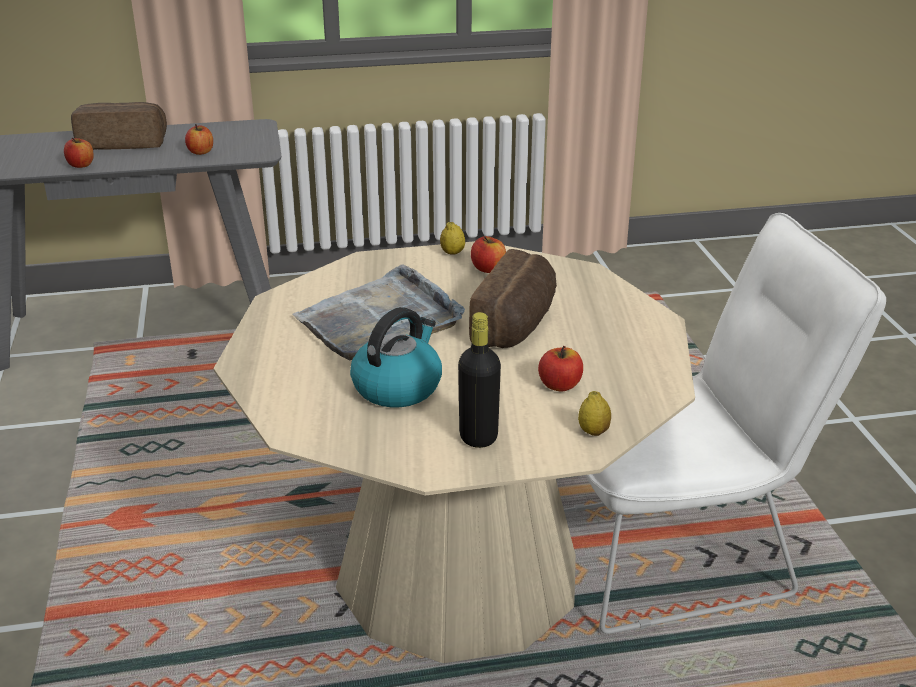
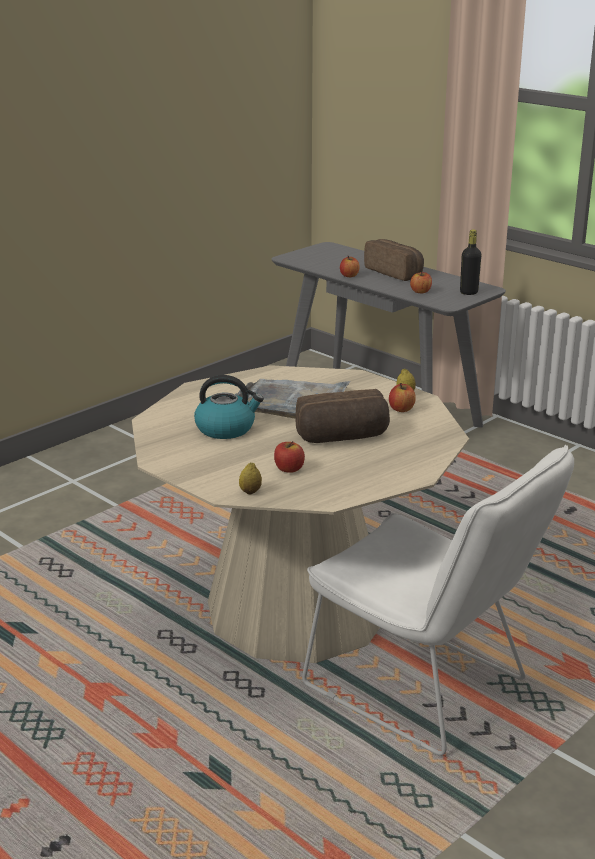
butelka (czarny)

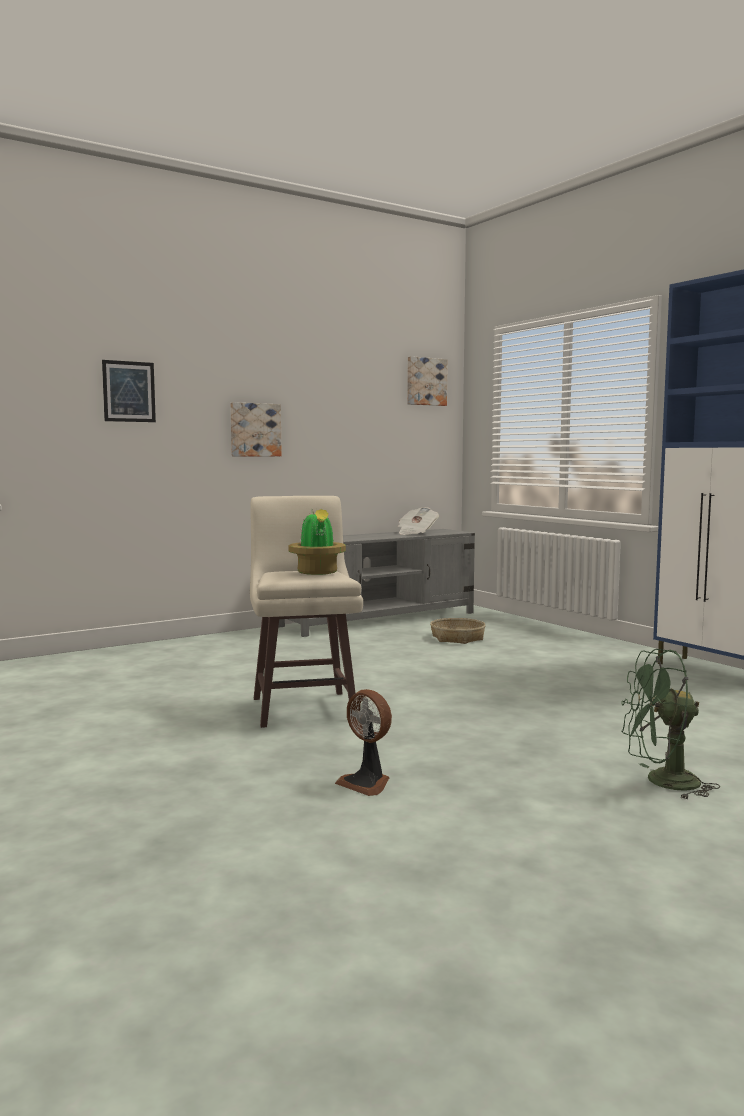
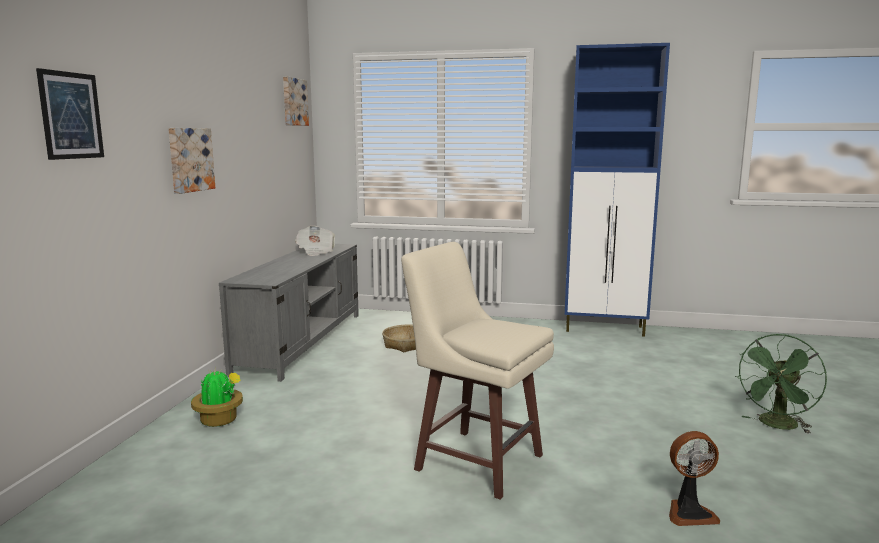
roślina doniczkowa

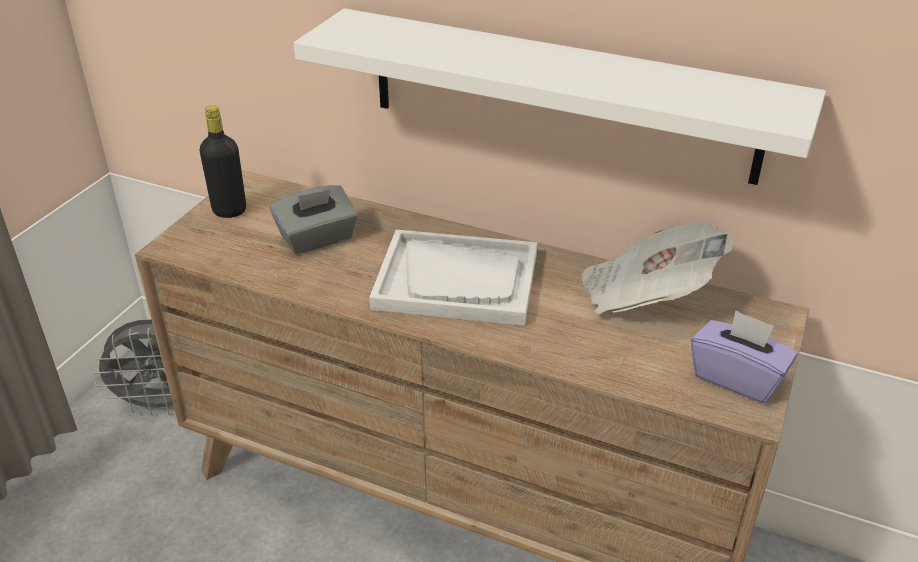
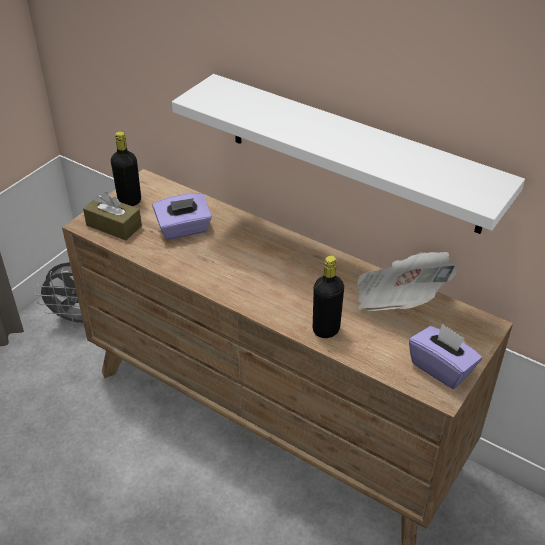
pudełko chusteczek (brązowy); pudełko chusteczek (fioletowy) (1st from left); butelka (czarny) (2nd from left); taca (biały)

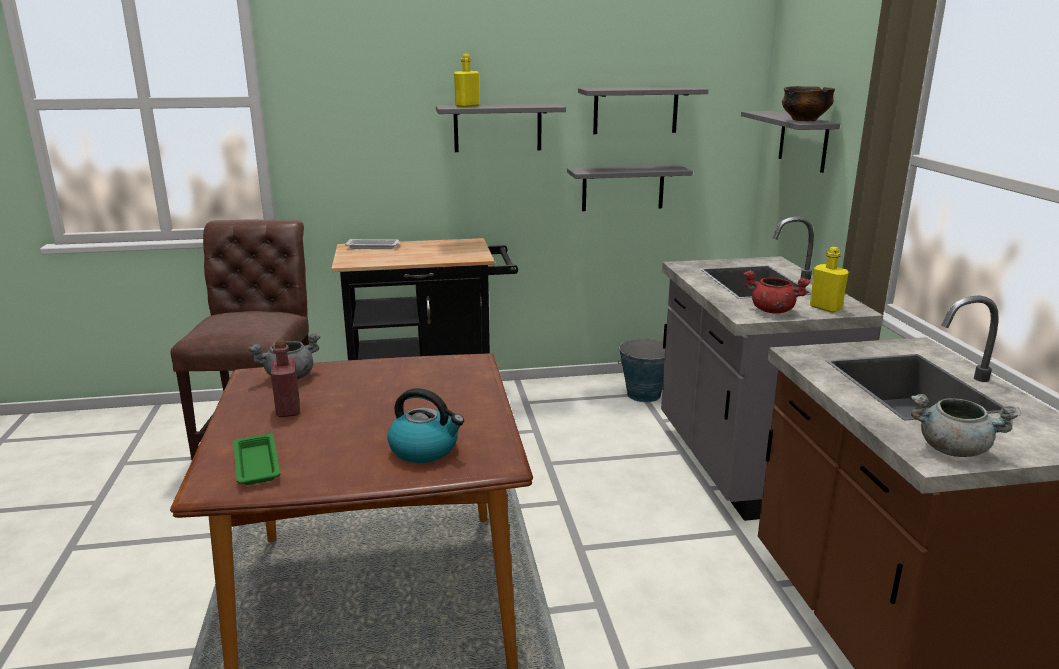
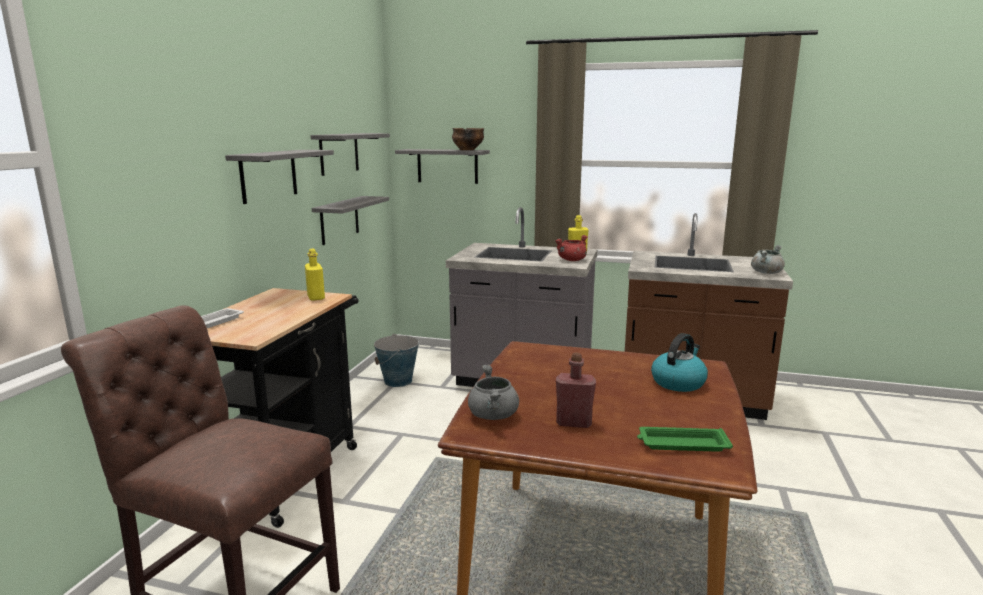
butelka (żółty) (1st from left)

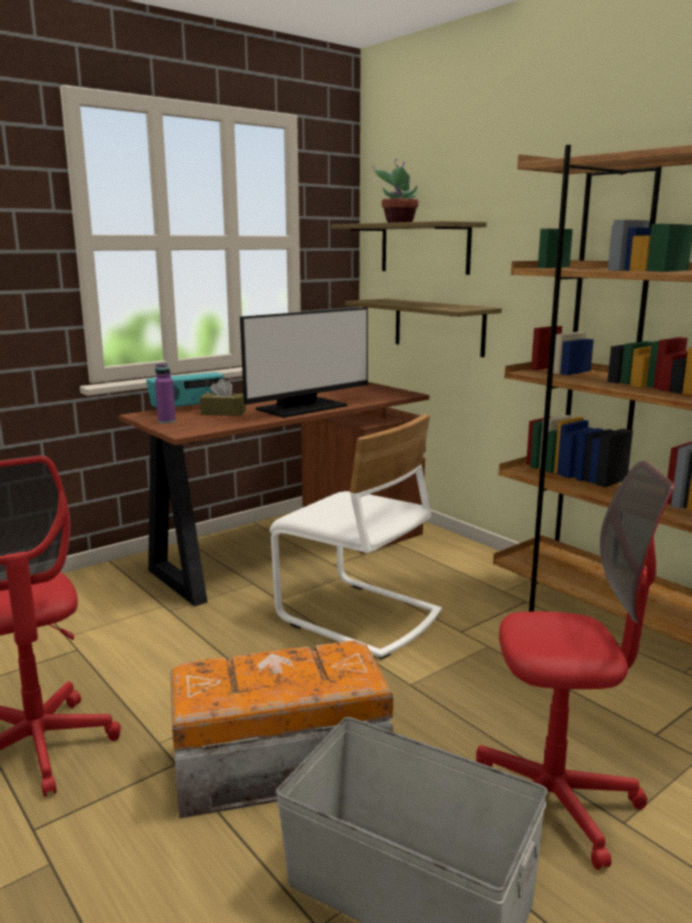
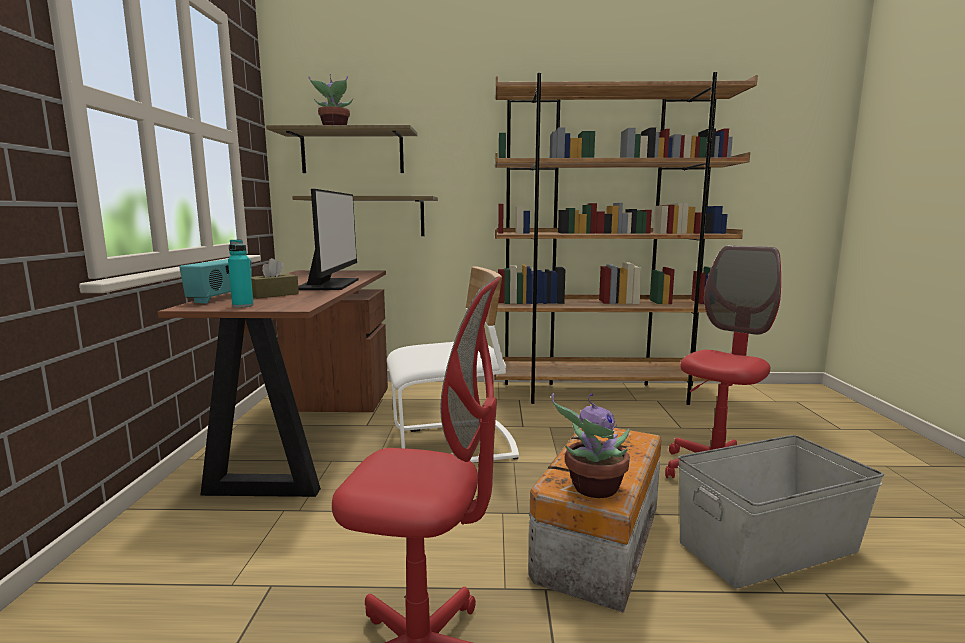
butelka (turkusowy); roślina doniczkowa (2nd from left)

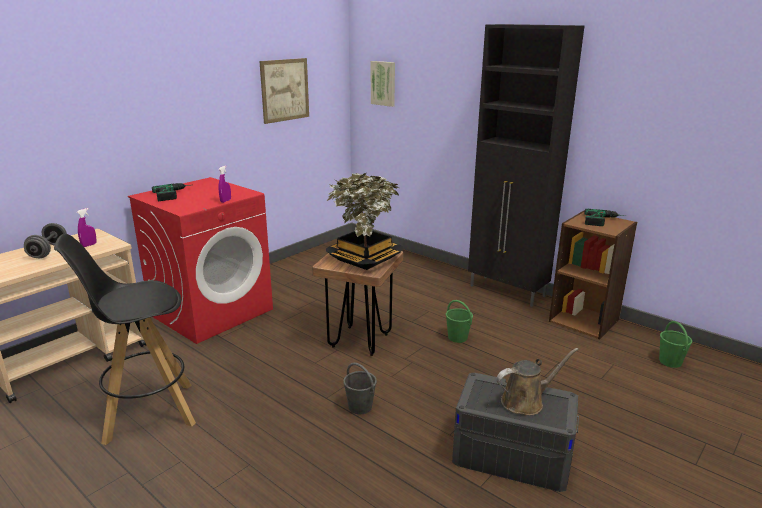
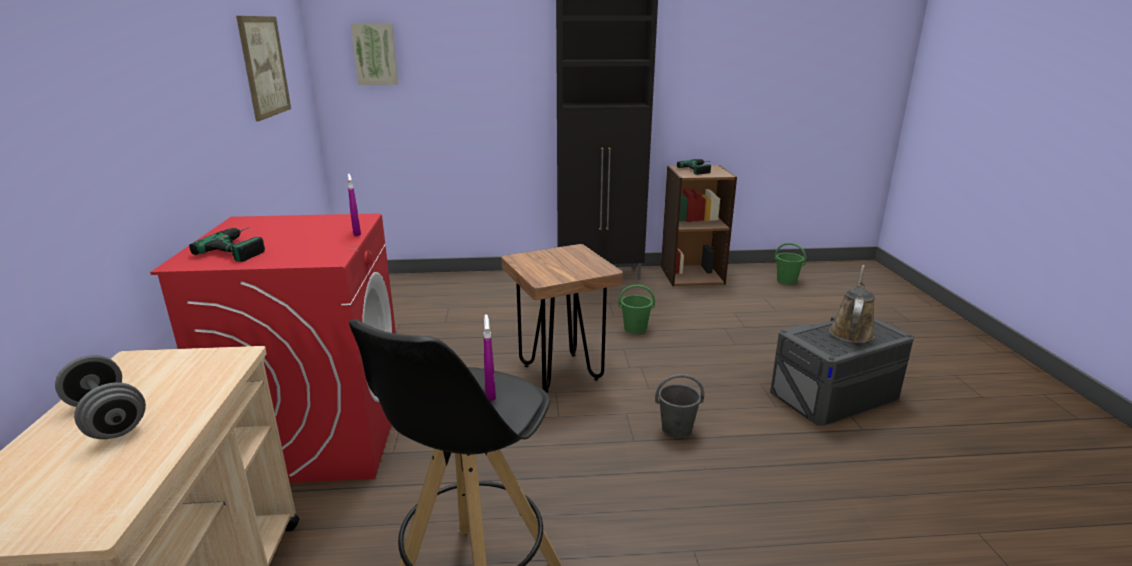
spryskiwacz (fioletowy) (2nd from left); roślina doniczkowa

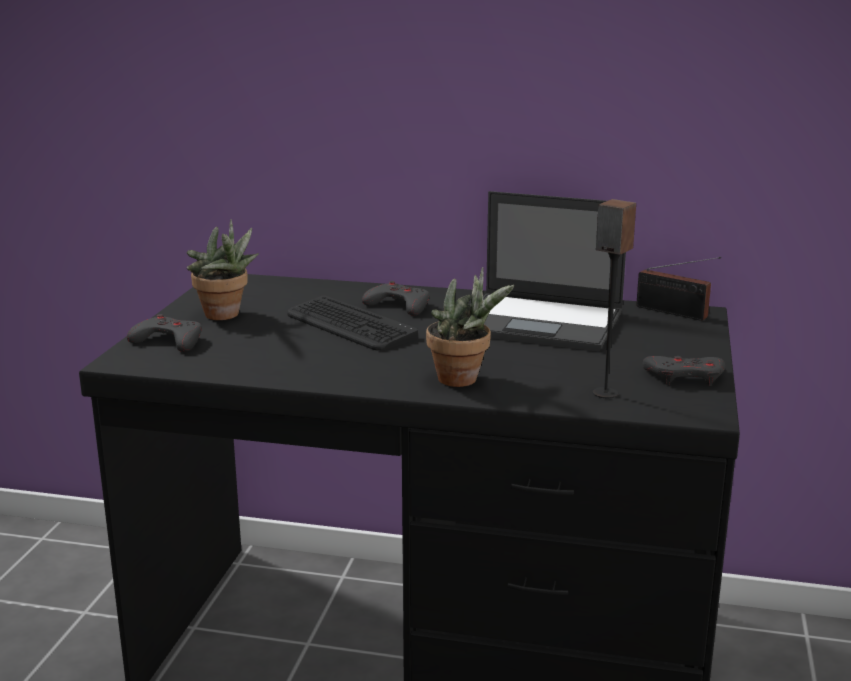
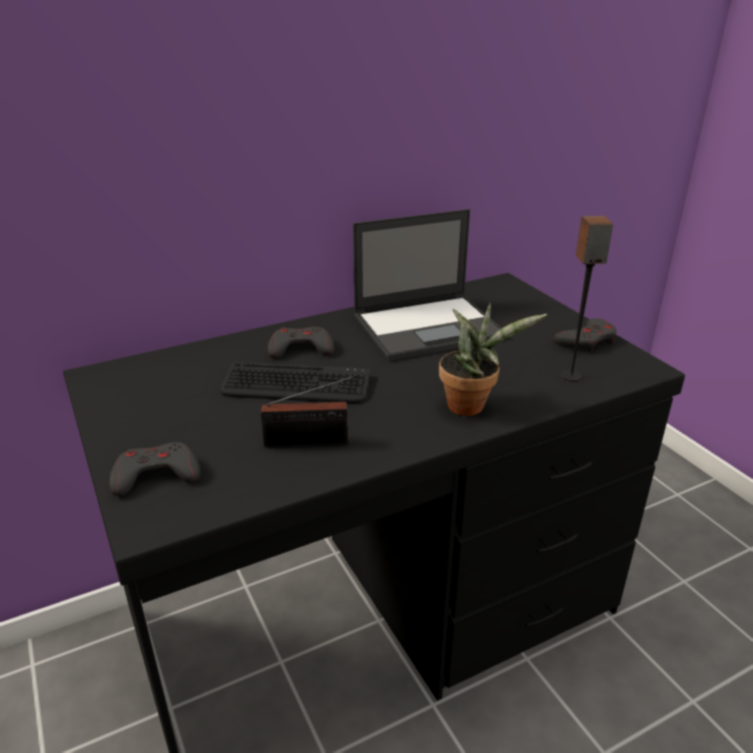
radio; roślina doniczkowa (1st from left in the first image)

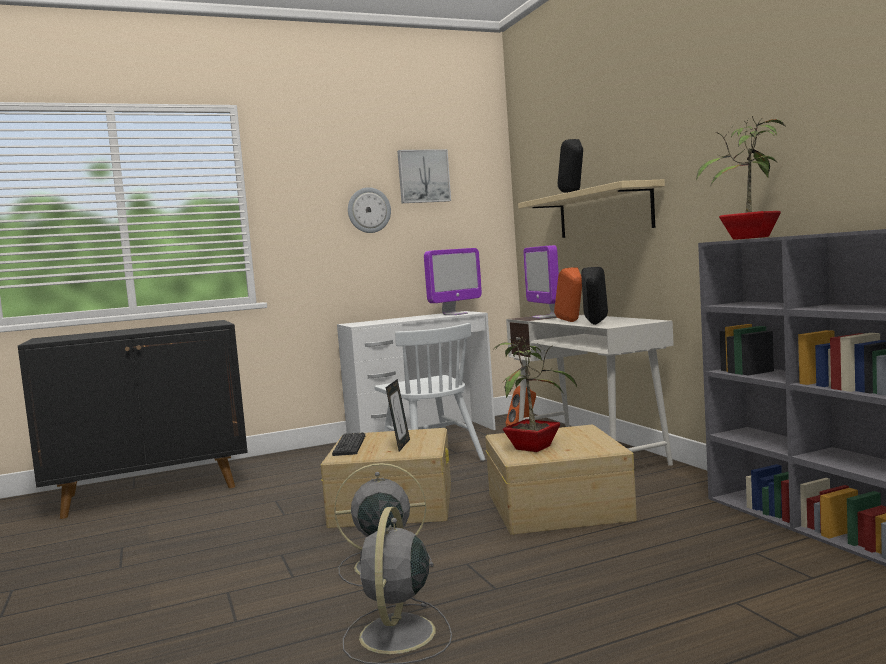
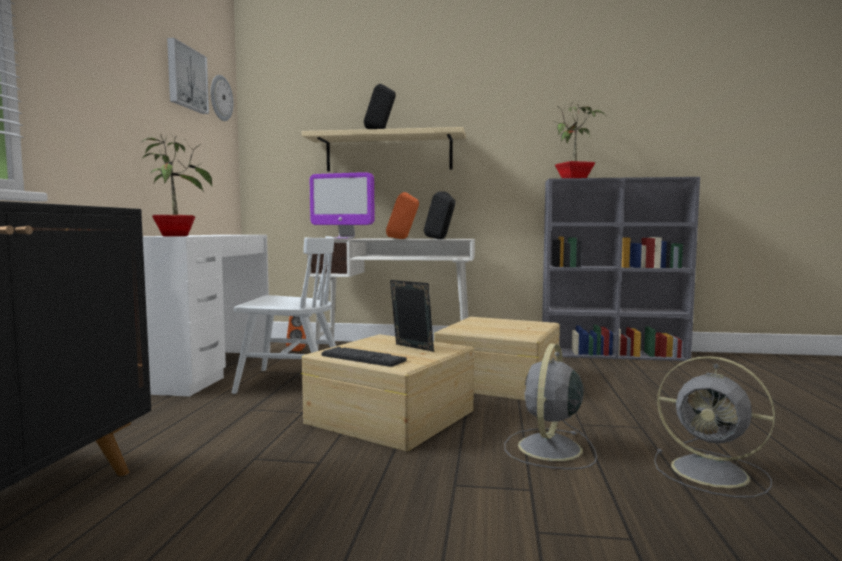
roślina doniczkowa (1st from left); zegar ścienny; monitor (1st from left in the first image)

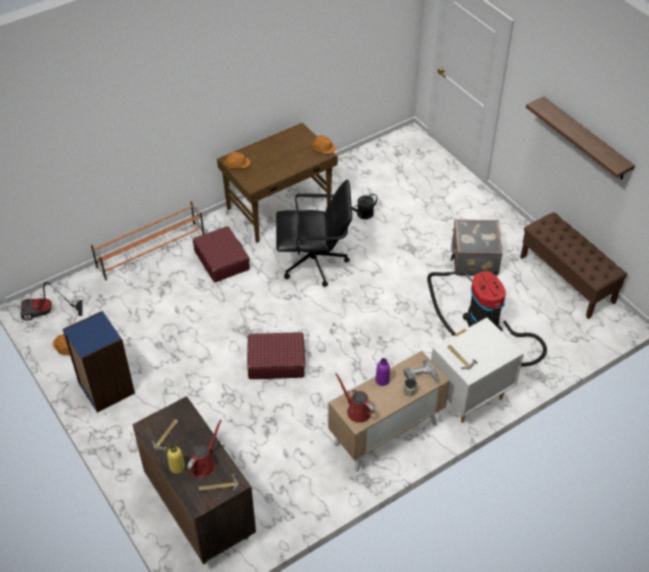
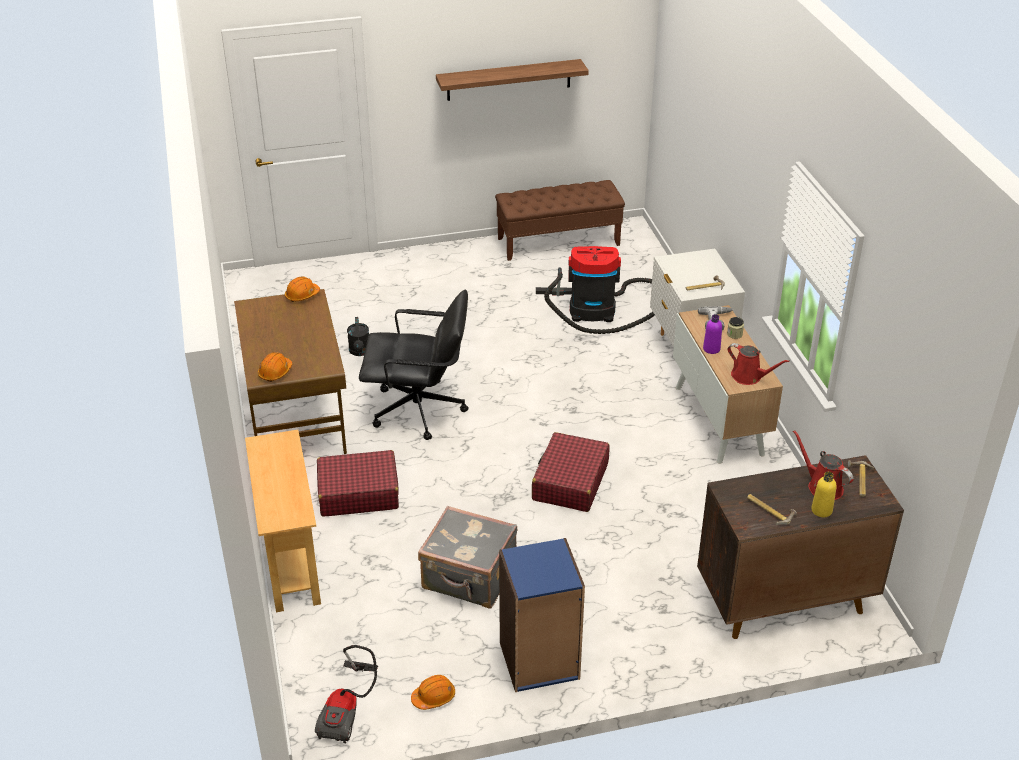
stolik konsolowy (beżowy); krzesło biurowe (czarny); walizka (szary); konewka (czerwony) (1st from left)

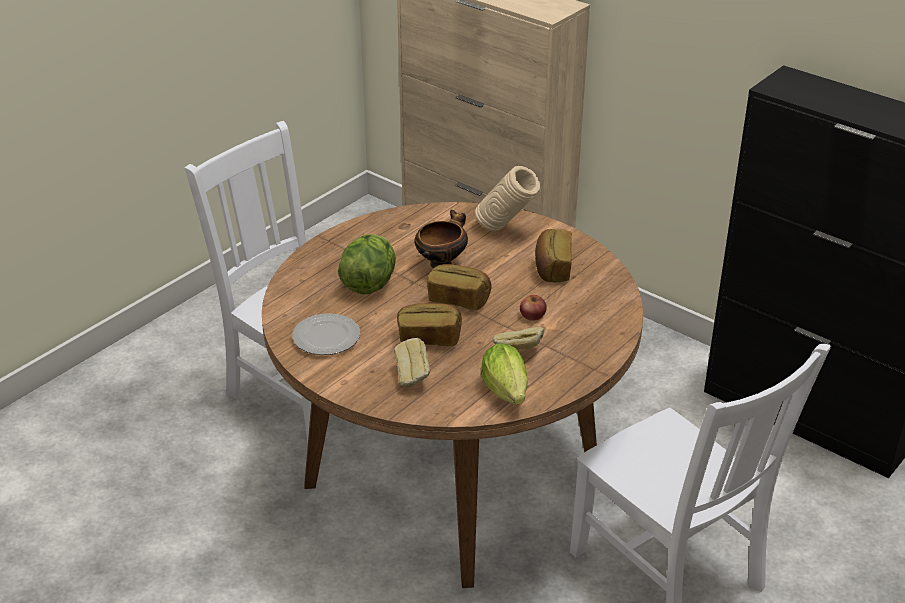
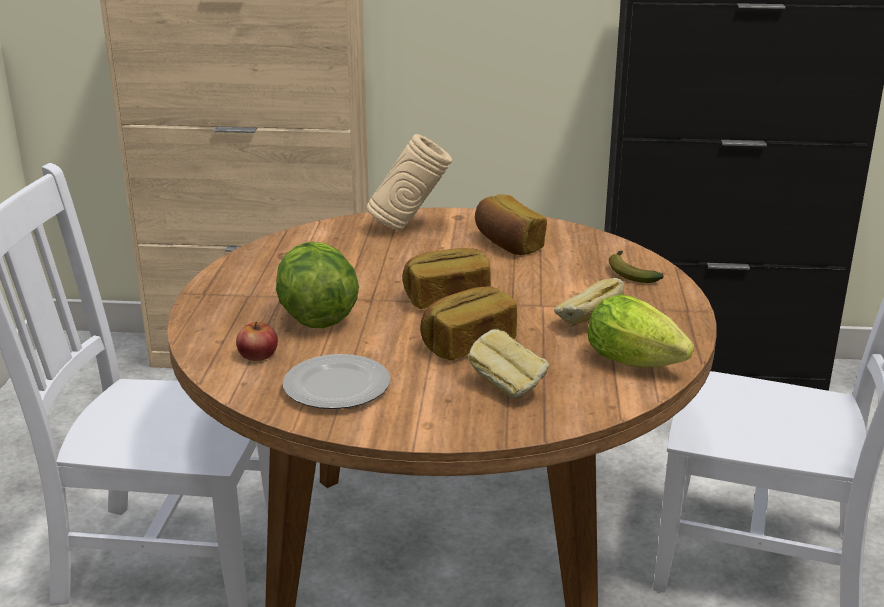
jabłko; banan; miska

